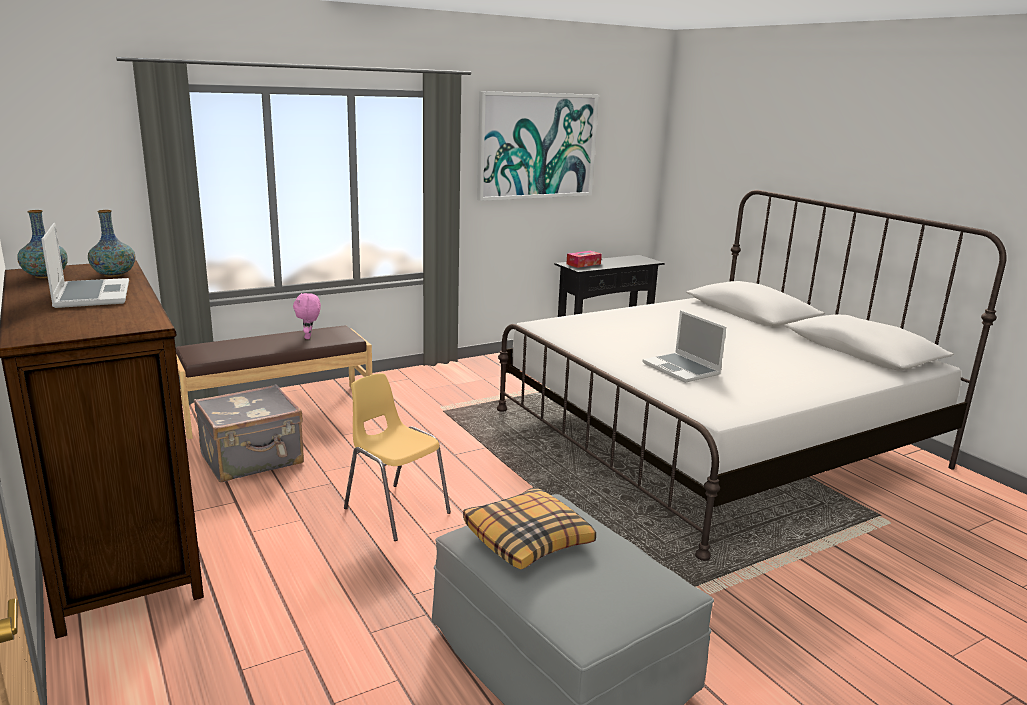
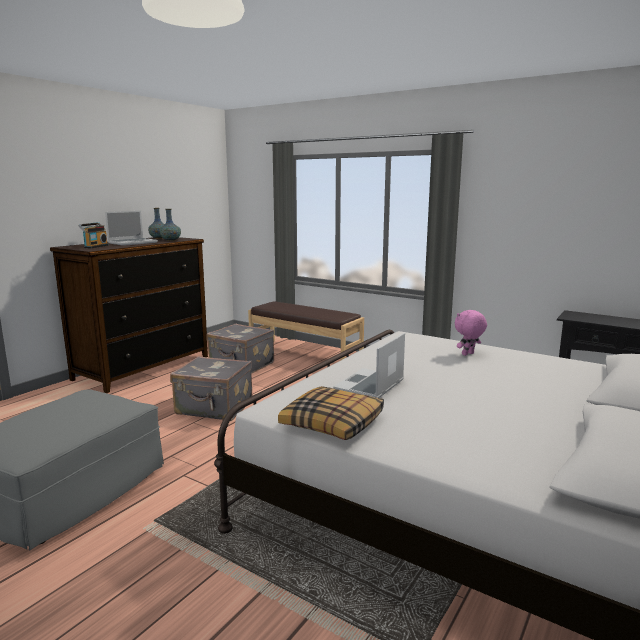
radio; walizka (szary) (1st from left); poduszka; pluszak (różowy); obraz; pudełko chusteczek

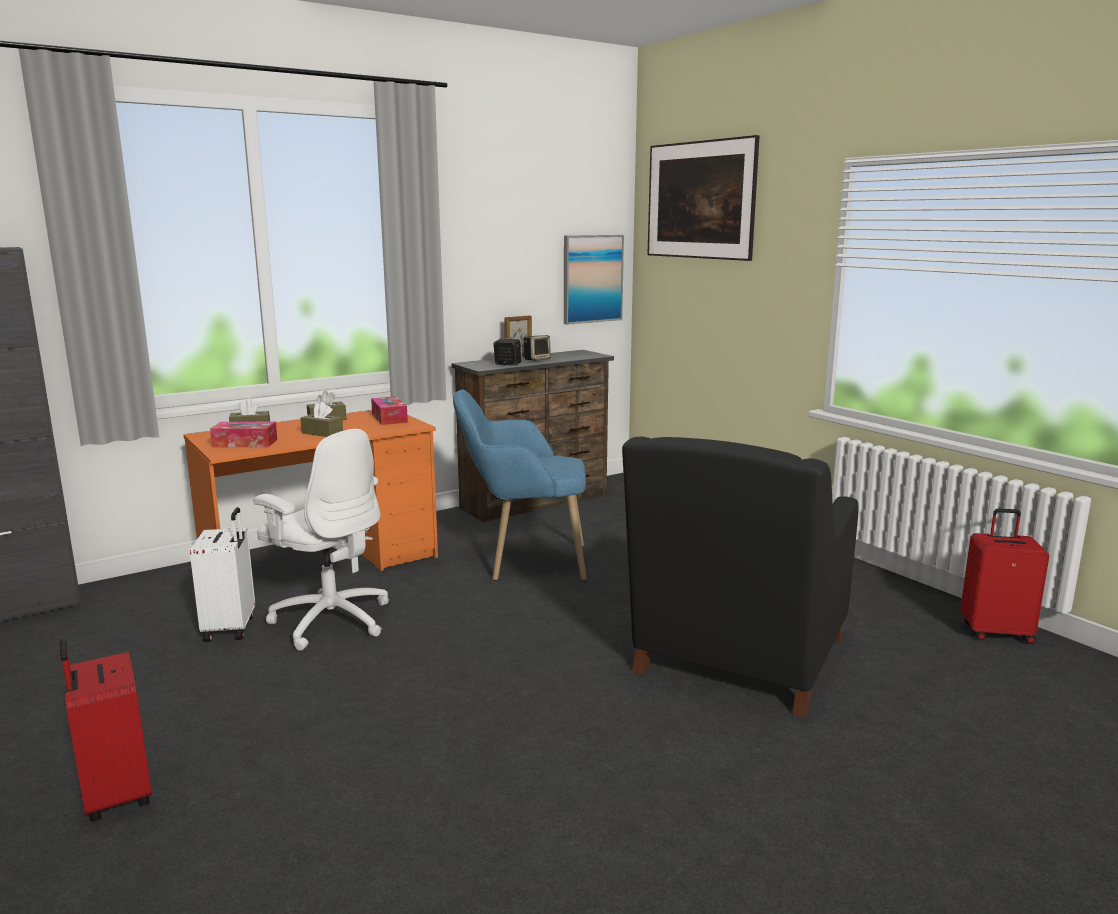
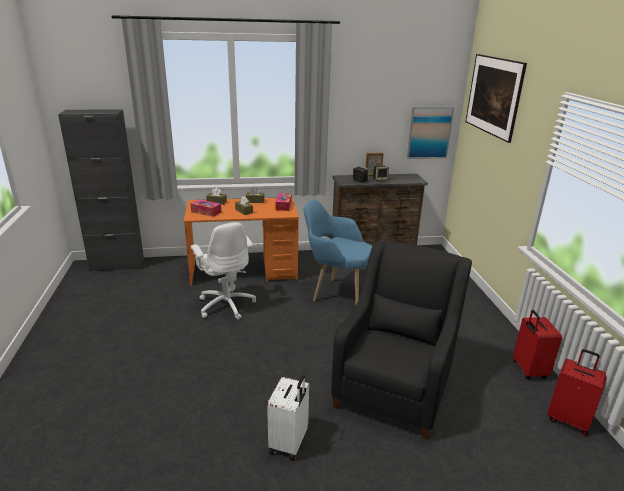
walizka (biały); fotel (czarny); walizka (czerwony) (1st from left)

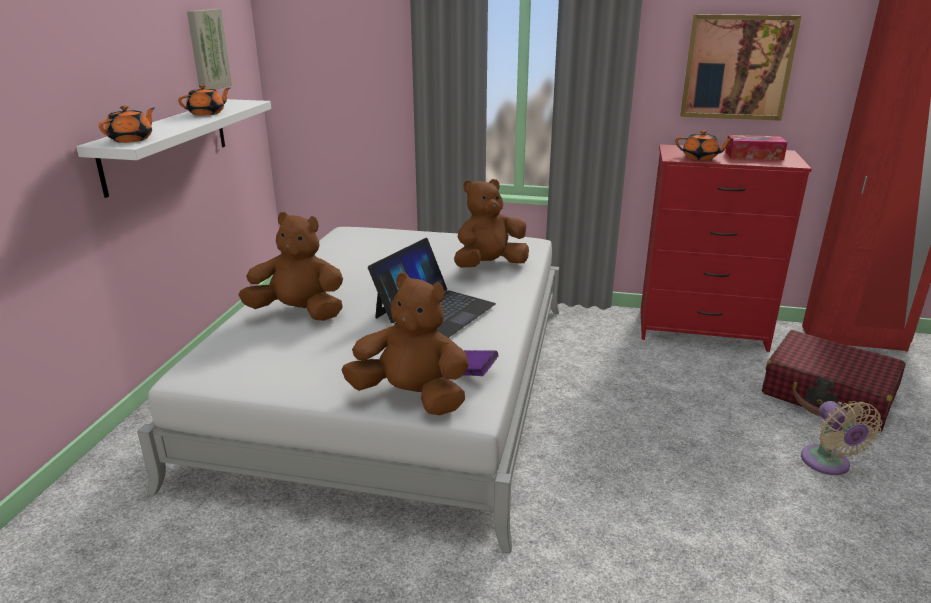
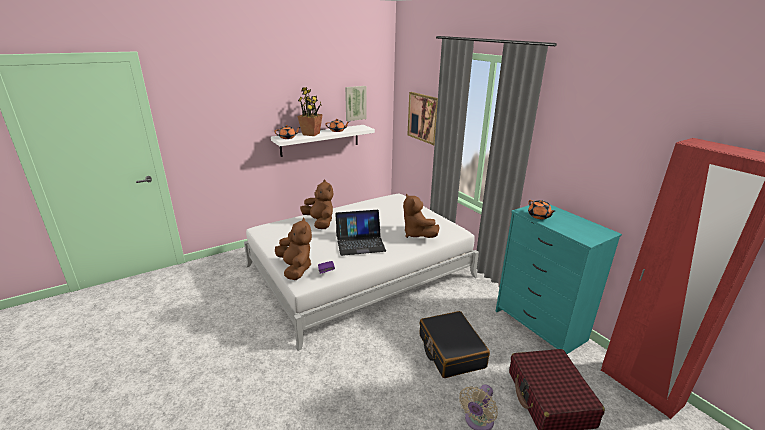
roślina doniczkowa; pluszak (brązowy) (3rd from left); obraz (2nd from left); walizka (czarny); komoda (turkusowy); pudełko chusteczek

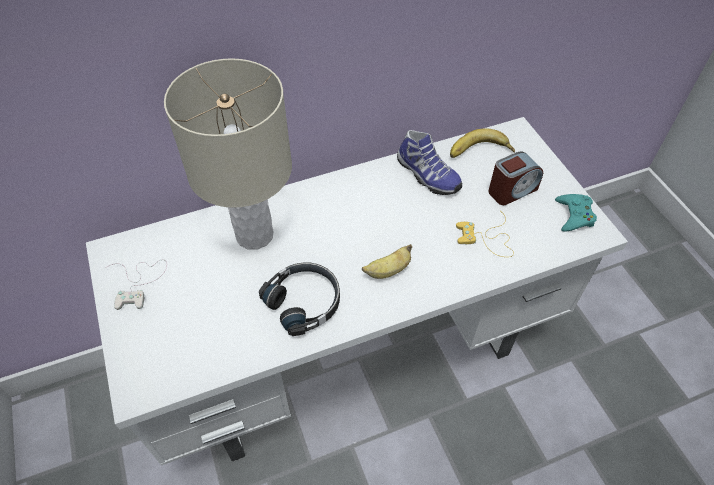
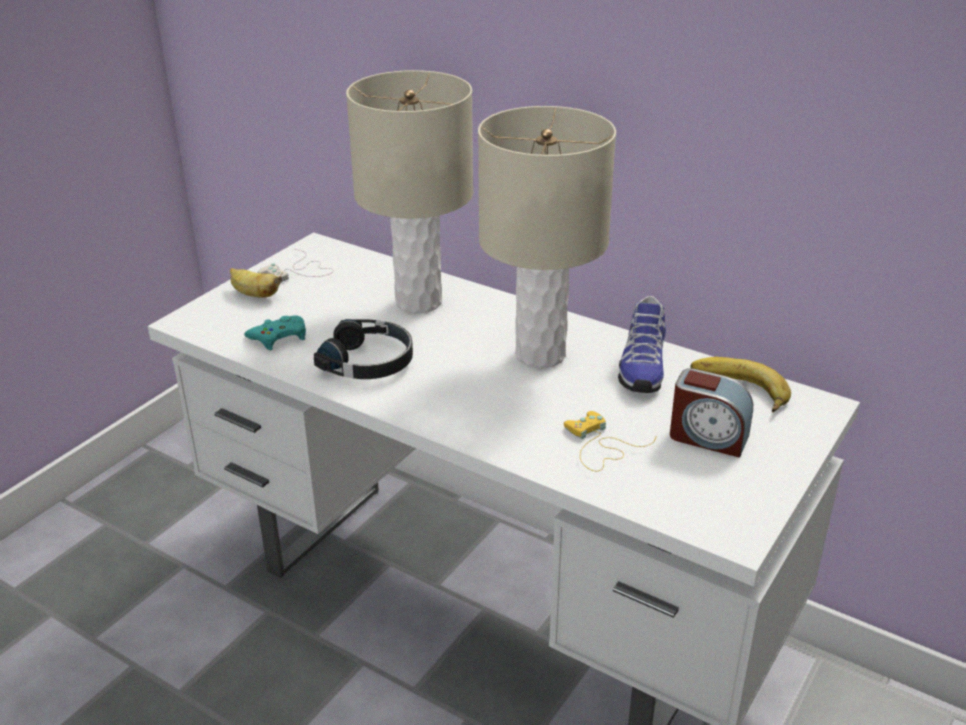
banan (1st from left); pad do gier (turkusowy); lampa stołowa (beżowy) (2nd from left)

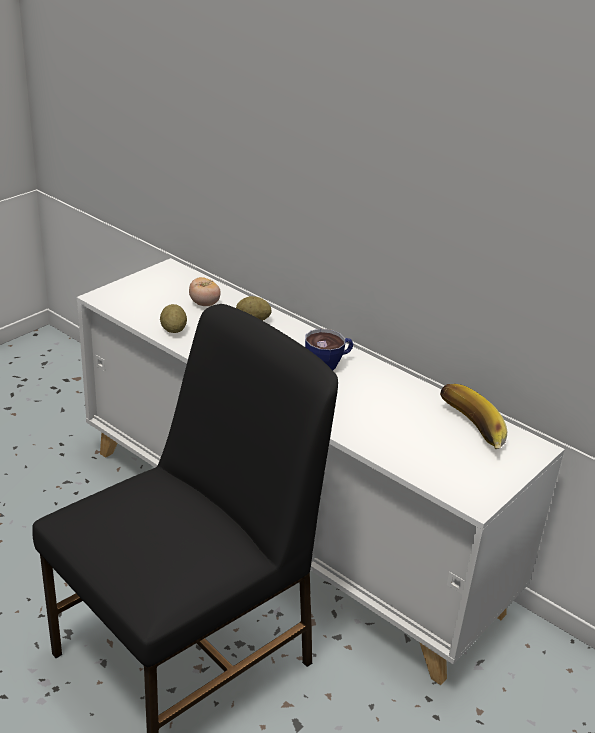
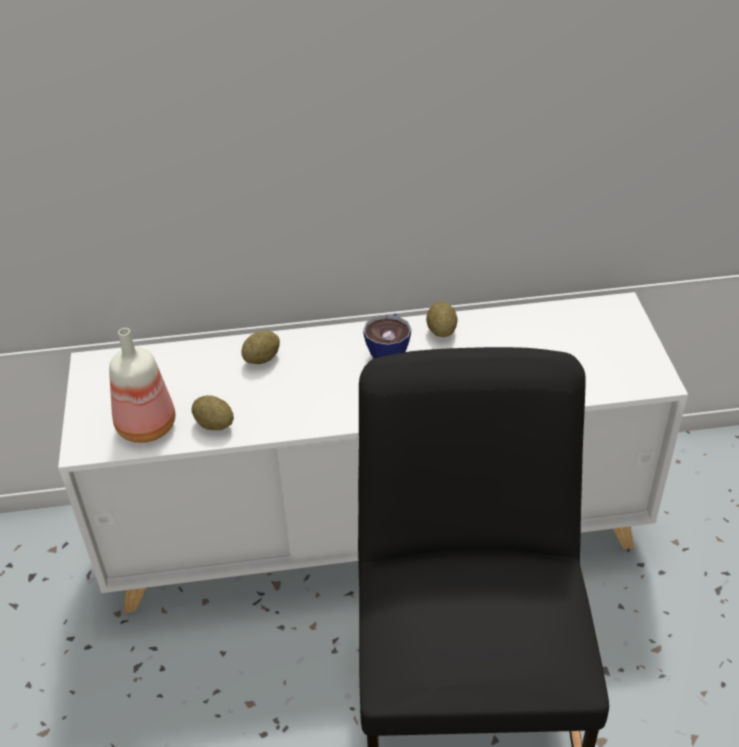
butelka; ziemniak (3rd from left); pomidor; banan

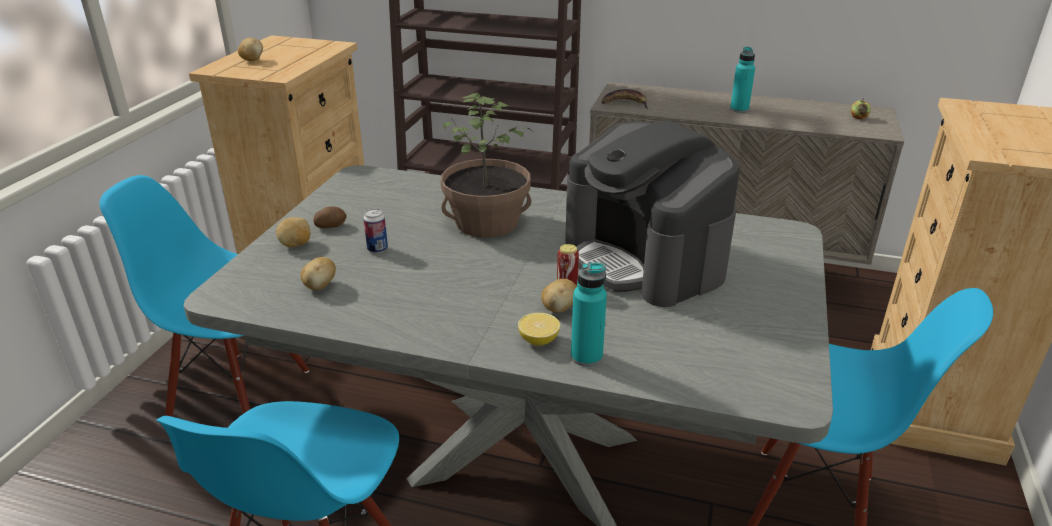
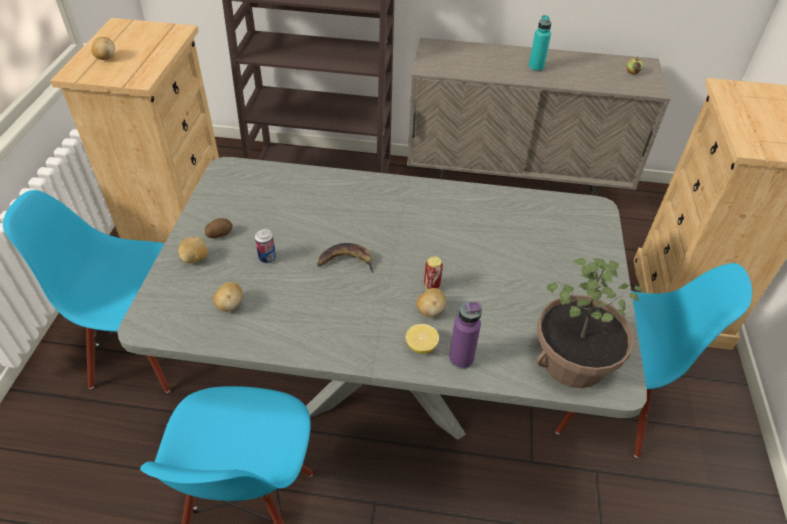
banan; butelka (fioletowy); roślina doniczkowa; ekspres do kawy

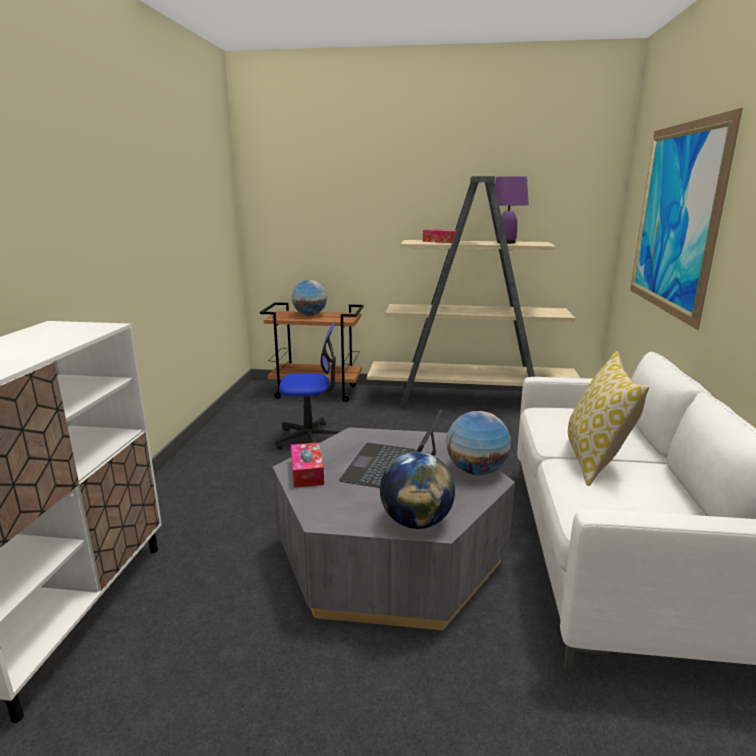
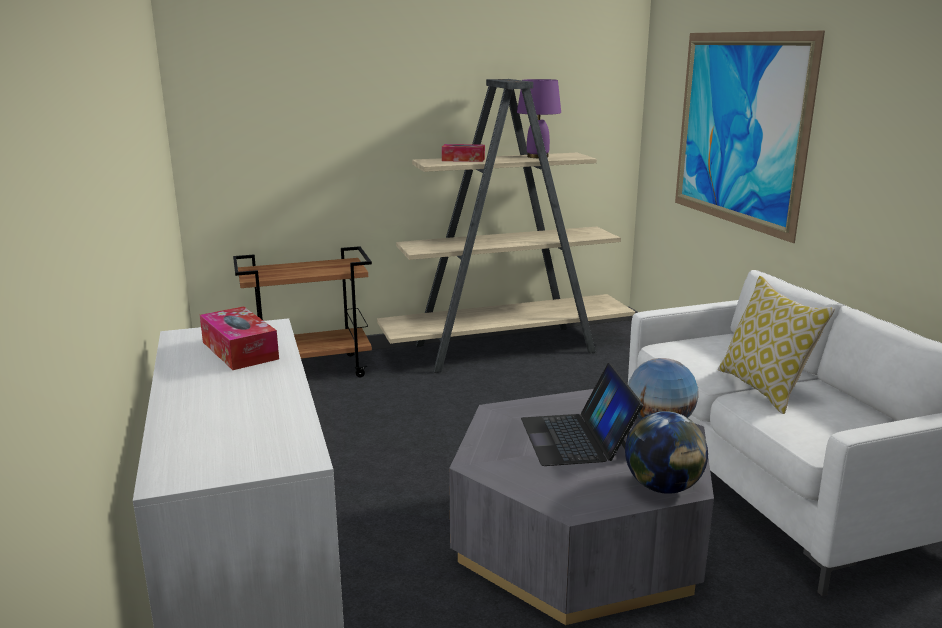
pudełko chusteczek (1st from left); krzesło biurowe; globus (1st from left in the first image)

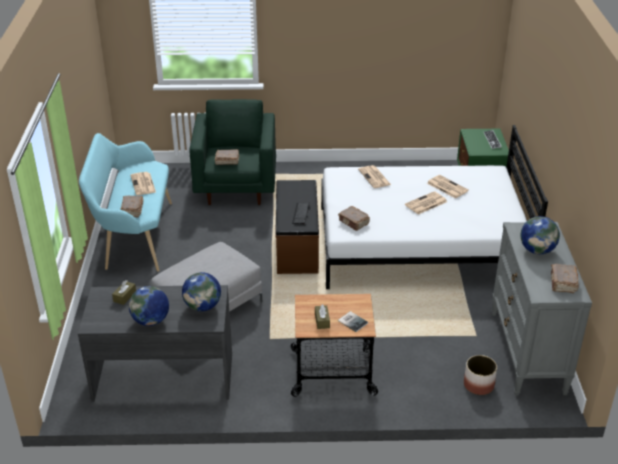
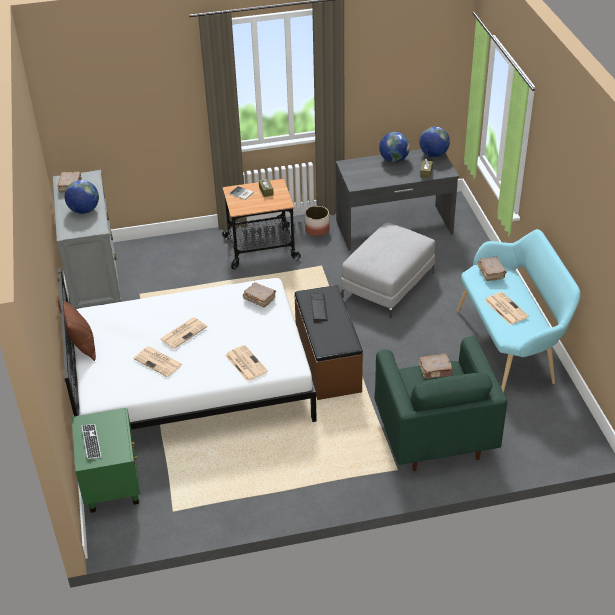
poduszka (brązowy); donica; globus (3rd from left)

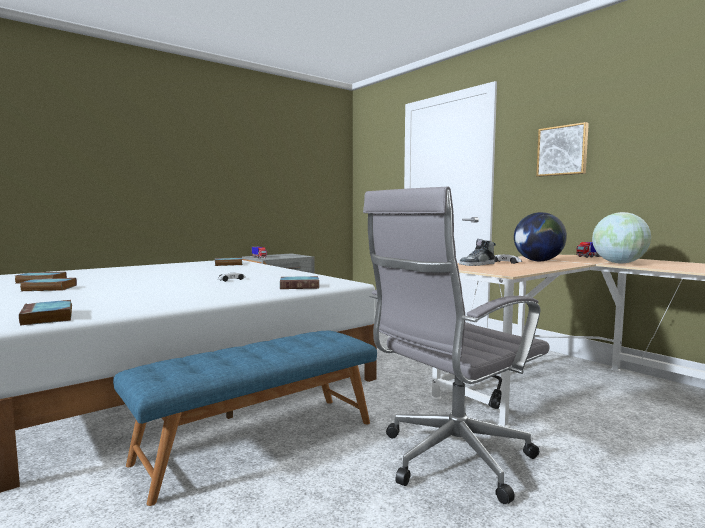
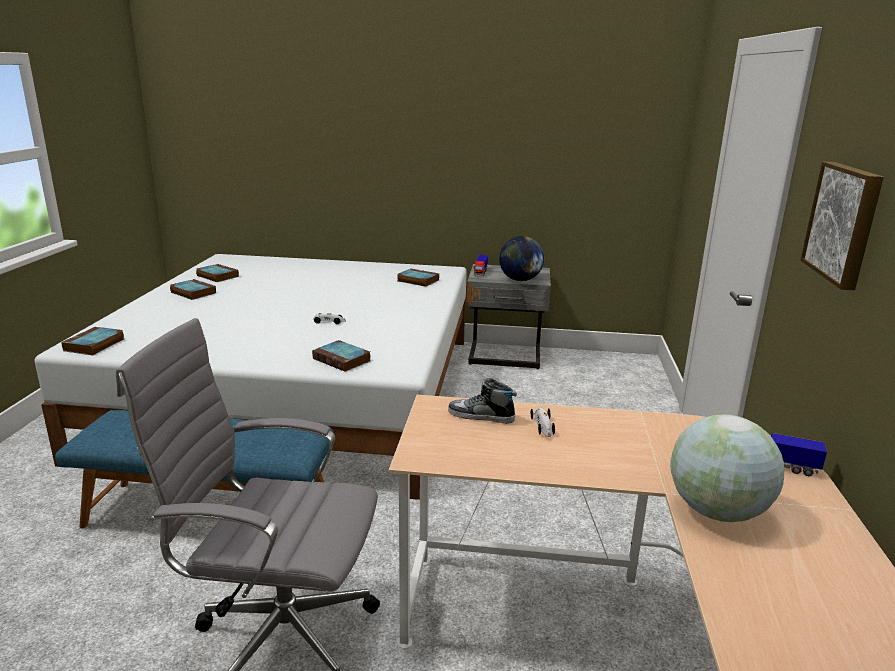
globus (1st from left)

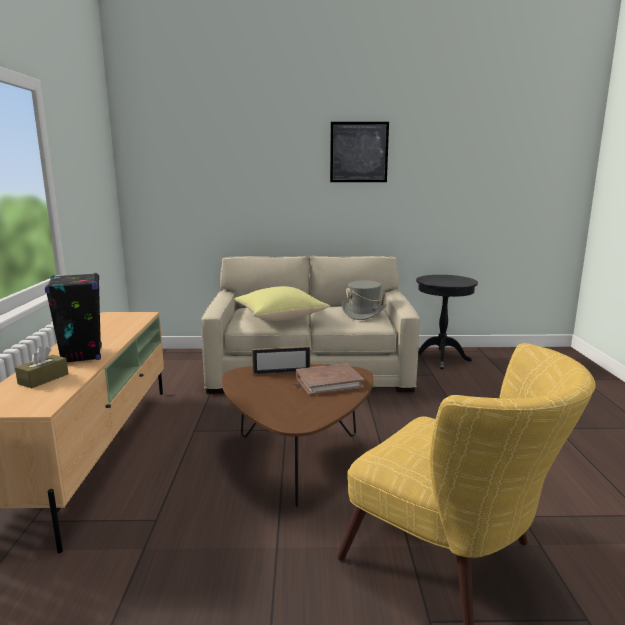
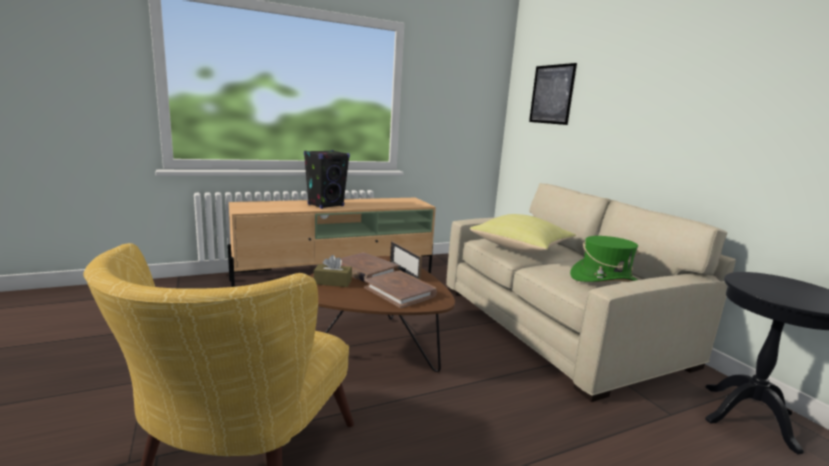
pudełko chusteczek (brązowy); książka (brązowy) (1st from left); obraz; kapelusz (zielony)

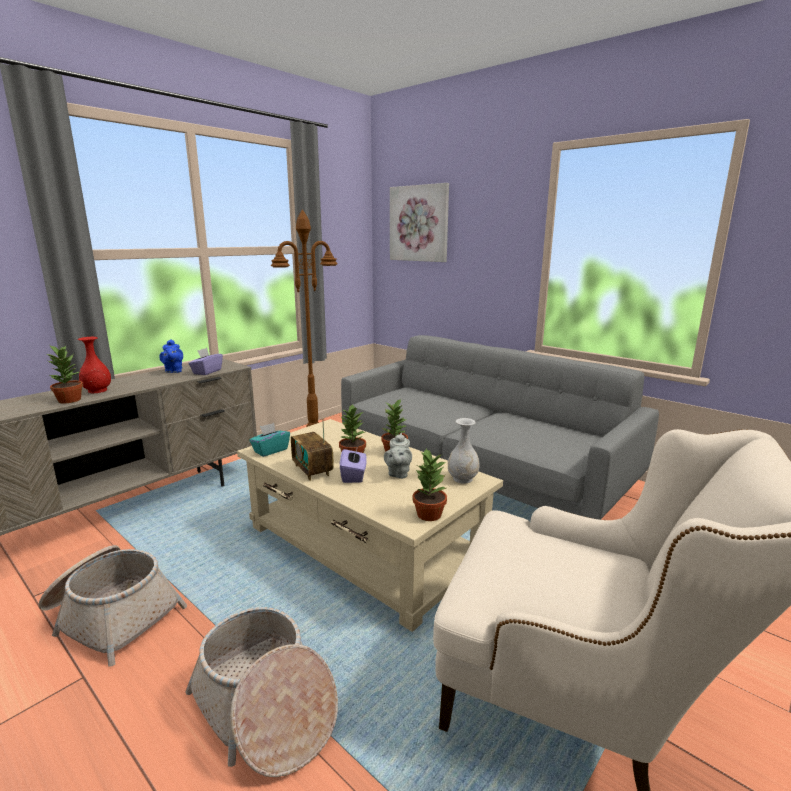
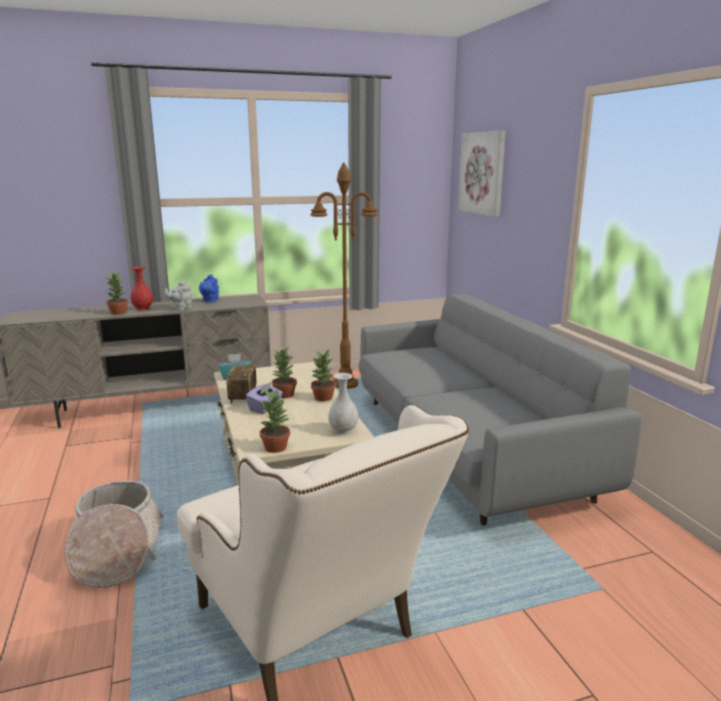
imbryk (szary); koszyk (1st from left in the first image); pudełko chusteczek (fioletowy) (1st from left in the first image)

